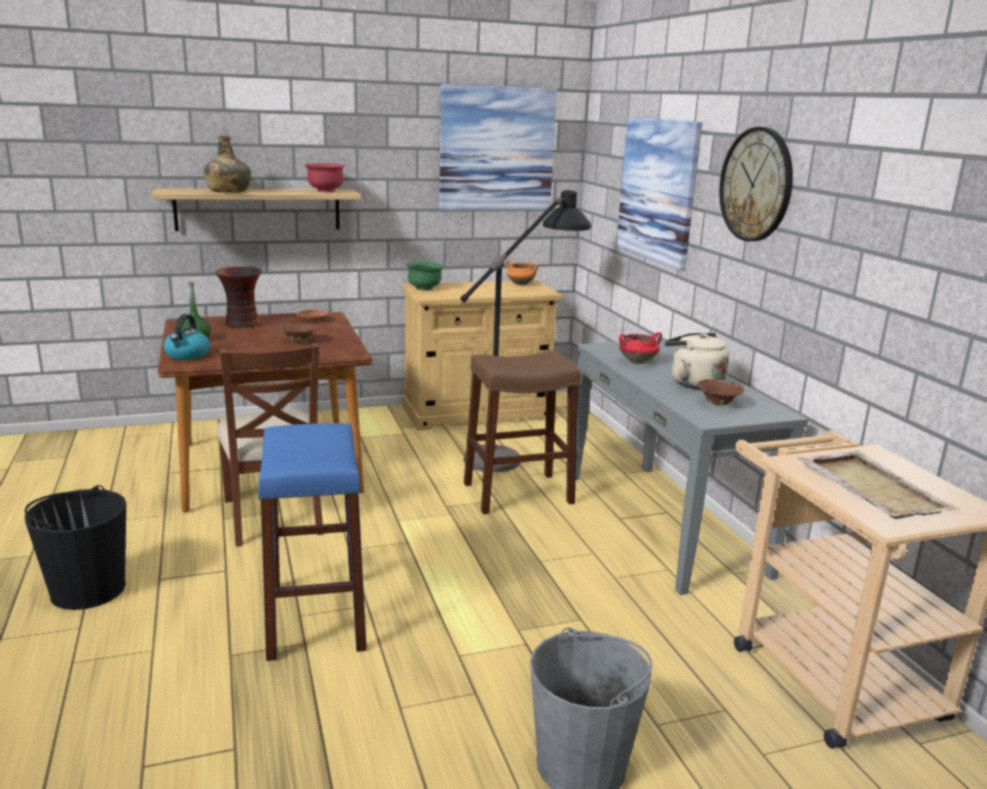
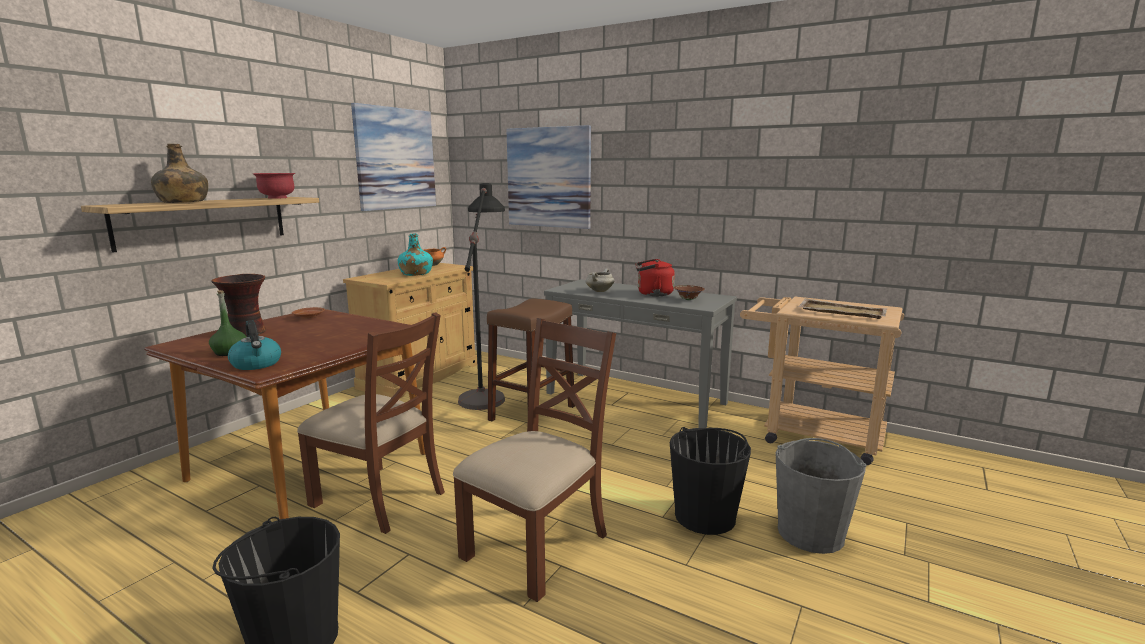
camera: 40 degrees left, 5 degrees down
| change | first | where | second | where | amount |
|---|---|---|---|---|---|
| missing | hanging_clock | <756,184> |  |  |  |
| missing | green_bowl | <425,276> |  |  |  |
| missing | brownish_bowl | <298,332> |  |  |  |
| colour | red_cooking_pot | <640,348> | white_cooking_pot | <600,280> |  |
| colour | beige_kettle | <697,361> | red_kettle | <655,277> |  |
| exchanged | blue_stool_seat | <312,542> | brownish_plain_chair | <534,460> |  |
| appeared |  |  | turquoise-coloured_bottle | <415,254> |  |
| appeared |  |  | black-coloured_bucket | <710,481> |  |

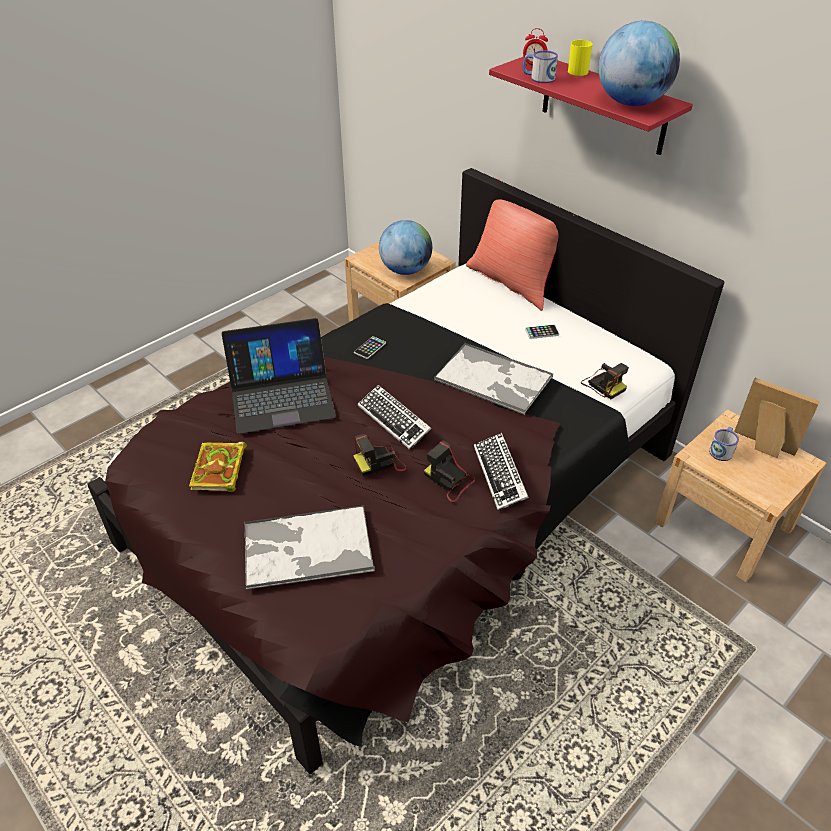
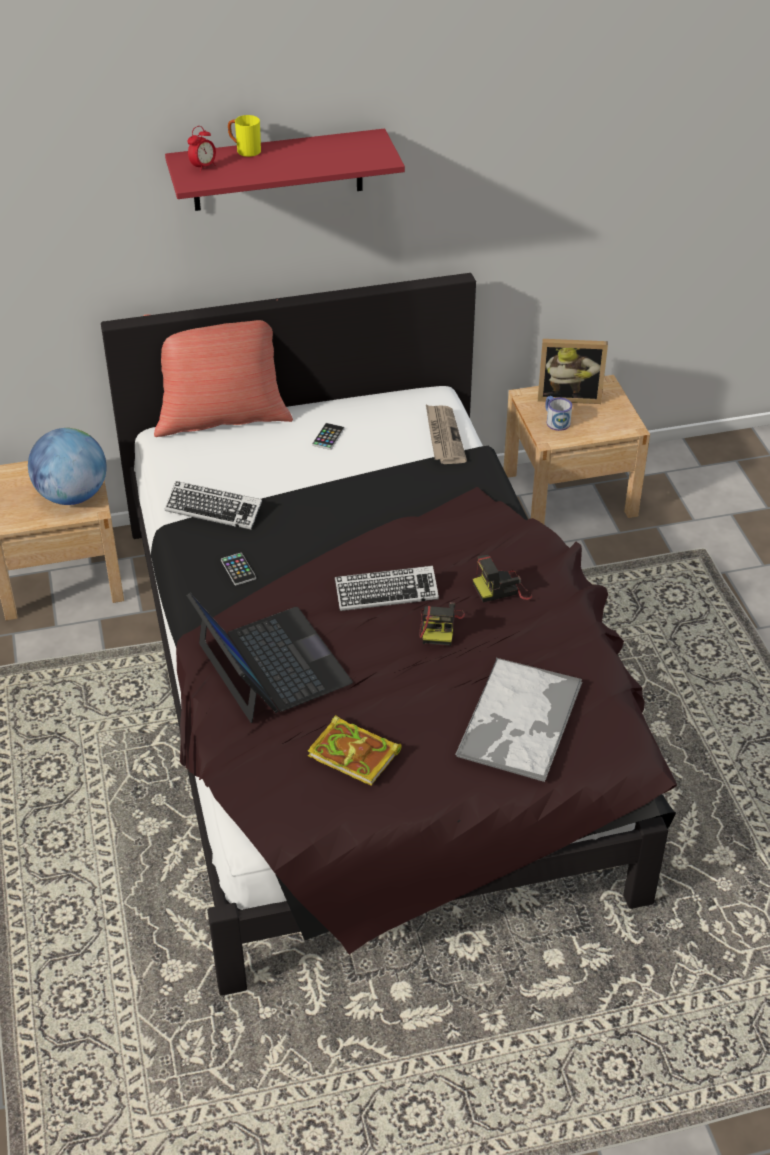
camera: 60 degrees left, 0 degrees up
| change | first | where | second | where | amount |
|---|---|---|---|---|---|
| missing | desk_globe | <639,63> |  |  |  |
| missing | mug | <540,66> |  |  |  |
| spun | notebook_computer | <279,376> |  | <269,658> | 45 degrees counterclockwise |
| missing | carrying_tray | <493,378> |  |  |  |
| exchanged | photo_camera | <605,381> | daily_paper | <446,434> |  |
| spun | picture_frame | <777,418> |  | <573,371> | 150 degrees counterclockwise |
| relocated | keyboard | <501,472> |  | <213,505> |  |

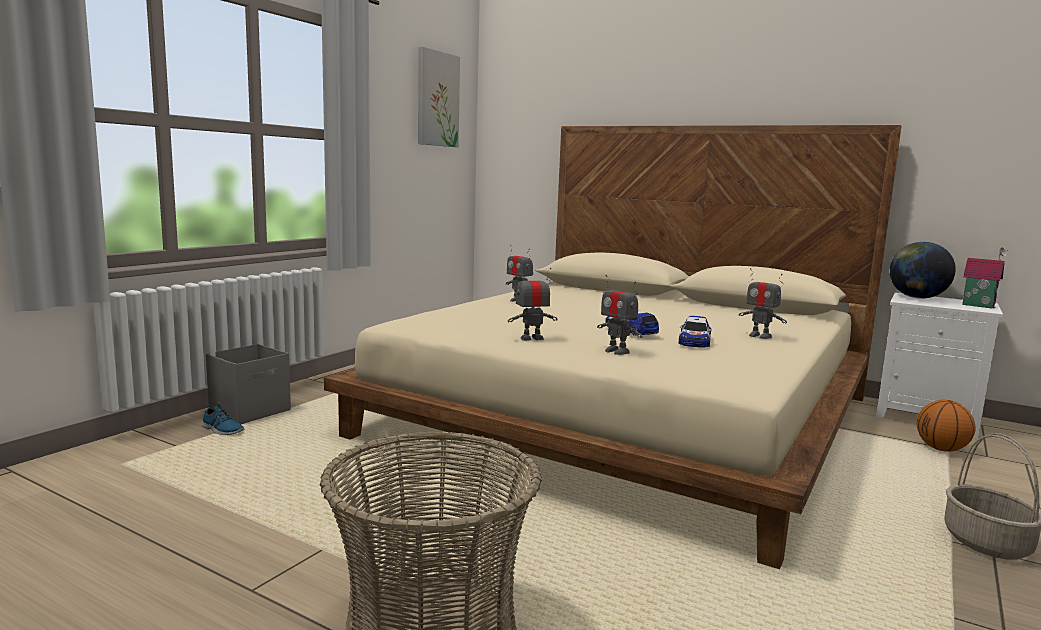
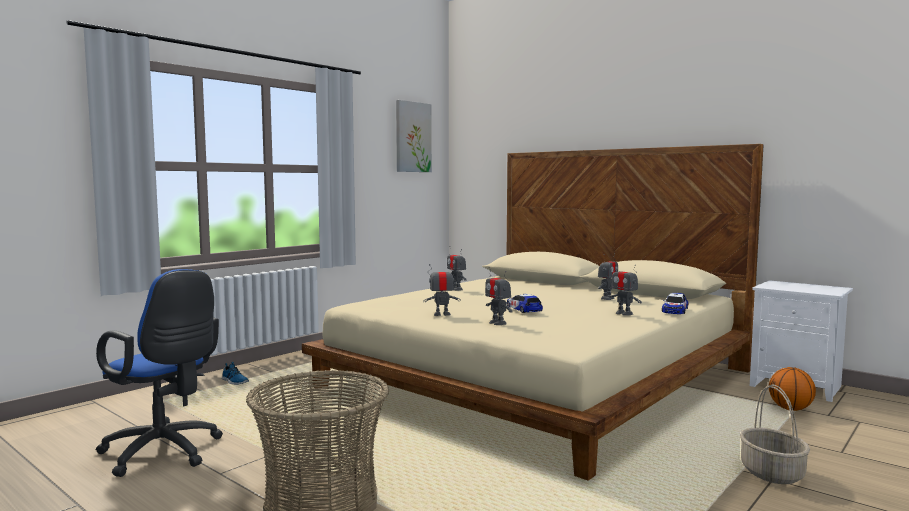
camera: 10 degrees right, 5 degrees down
| change | first | where | second | where | amount |
|---|---|---|---|---|---|
| missing | desk_globe | <923,270> |  |  |  |
| missing | miniature_house | <985,278> |  |  |  |
| relocated | model_car | <695,332> |  | <675,303> |  |
| missing | greyish_storage_box | <248,384> |  |  |  |
| appeared |  |  | toy_robot | <608,276> |  |
| appeared |  |  | blue_computer_chair | <159,373> |  |

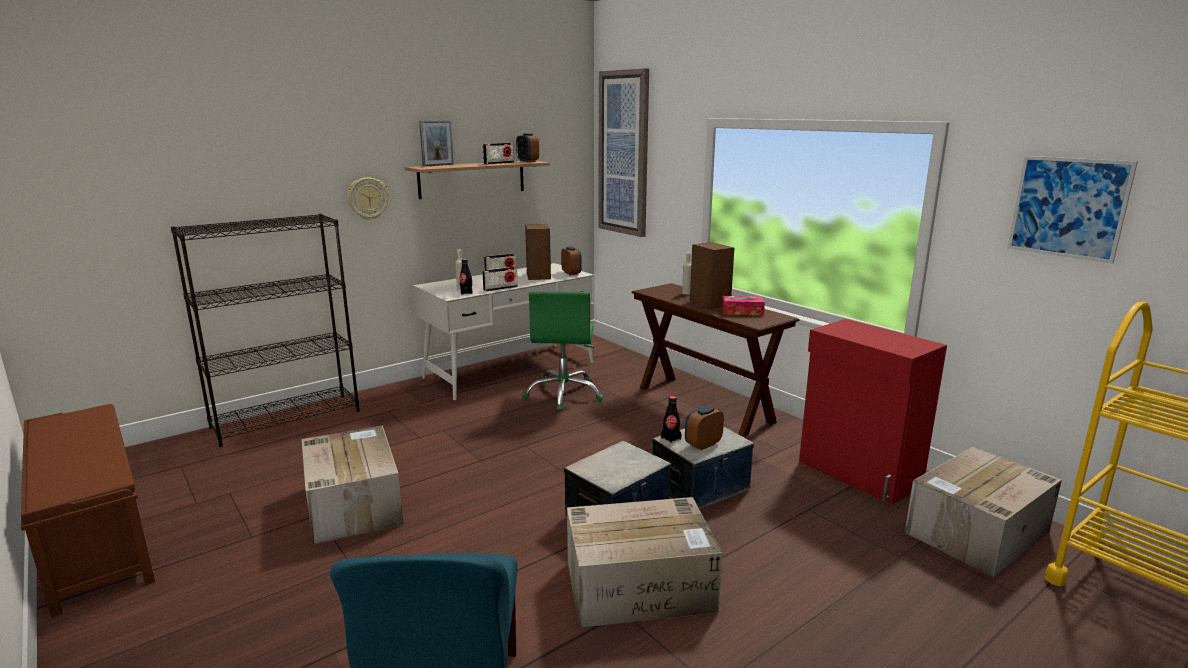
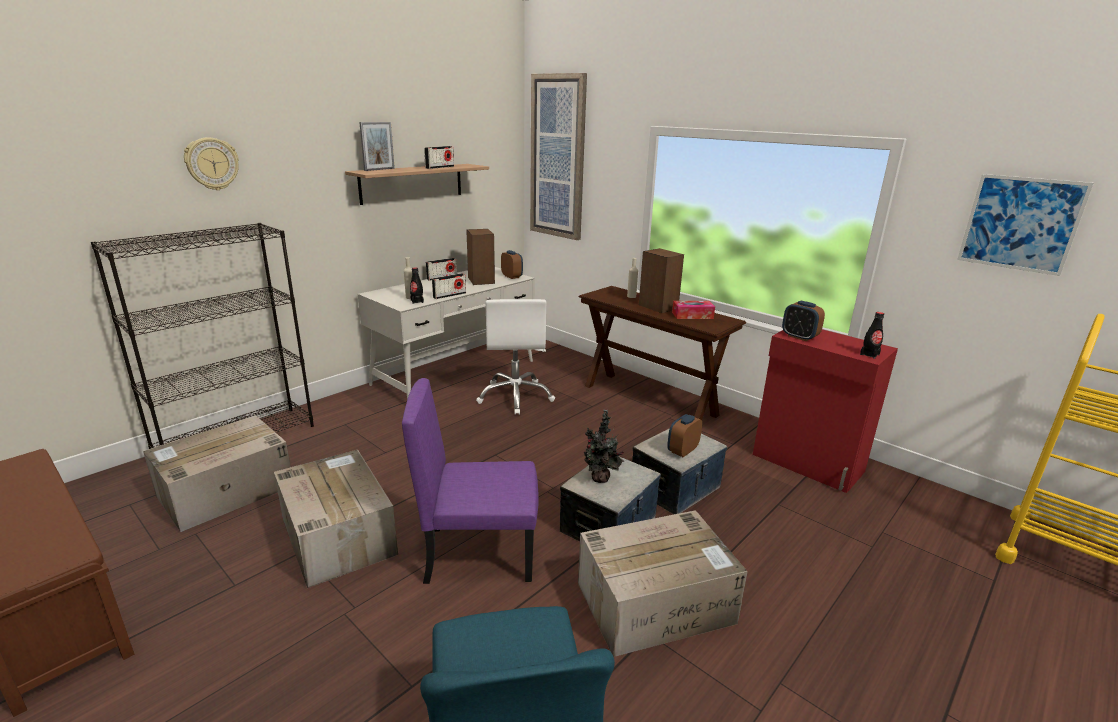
camera: 10 degrees left, 5 degrees up
| change | first | where | second | where | amount |
|---|---|---|---|---|---|
| relocated | bedside_clock | <527,147> |  | <803,321> |  |
| relocated | hanging_clock | <368,198> |  | <211,163> |  |
| colour | green_computer_chair | <562,351> | white_computer_chair | <515,357> |  |
| relocated | black-coloured_bottle | <671,419> |  | <872,335> |  |
| relocated | packing_box | <983,512> |  | <217,473> |  |
| appeared |  |  | purple_plain_chair | <470,481> |  |
| appeared |  |  | potted_plant | <604,446> |  |

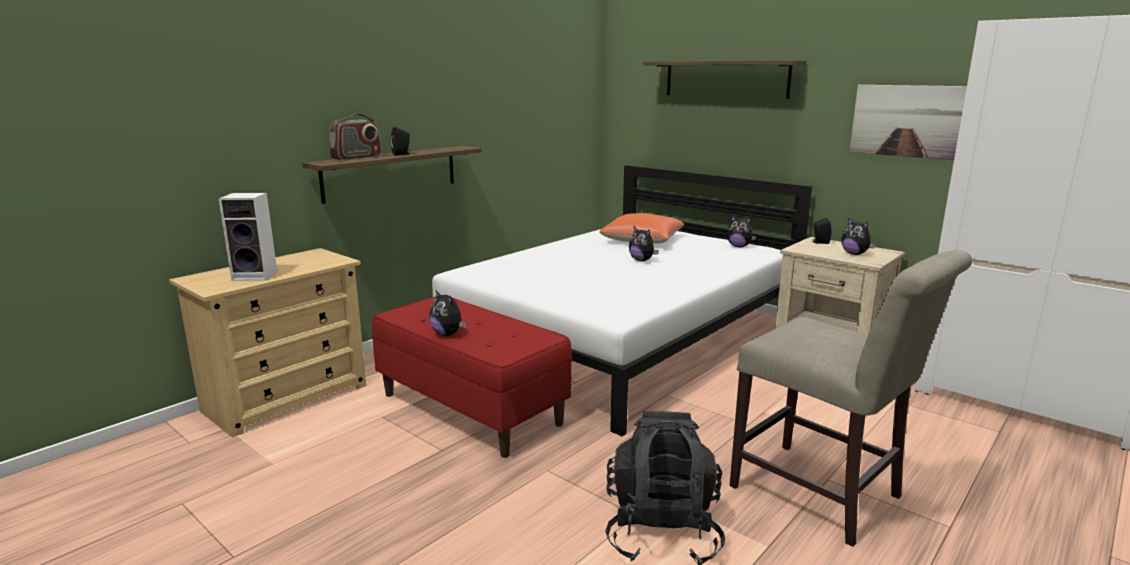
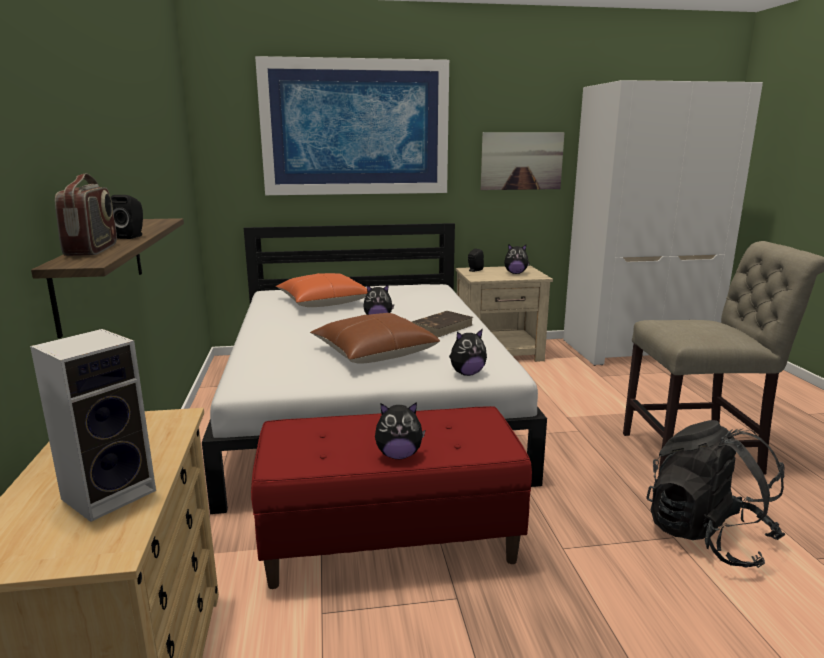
camera: 50 degrees left, 0 degrees up
| change | first | where | second | where | amount |
|---|---|---|---|---|---|
| exchanged | shelf | <725,79> | wall_picture | <352,125> |  |
| relocated | plush_toy | <741,231> |  | <468,352> |  |
| appeared |  |  | brownish_book | <442,324> |  |
| appeared |  |  | brownish_cushion | <375,338> |  |

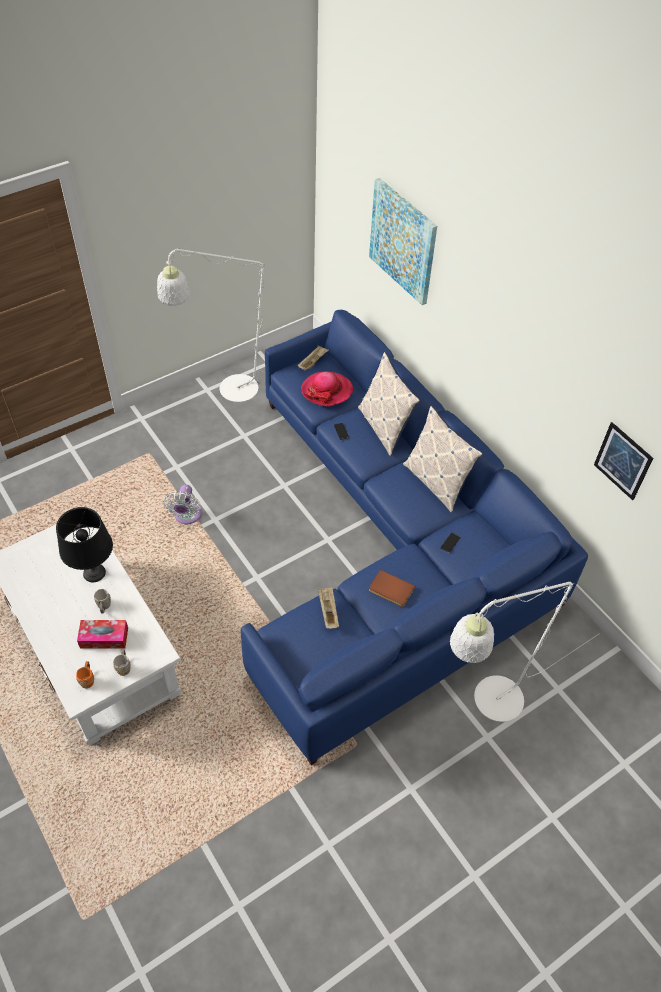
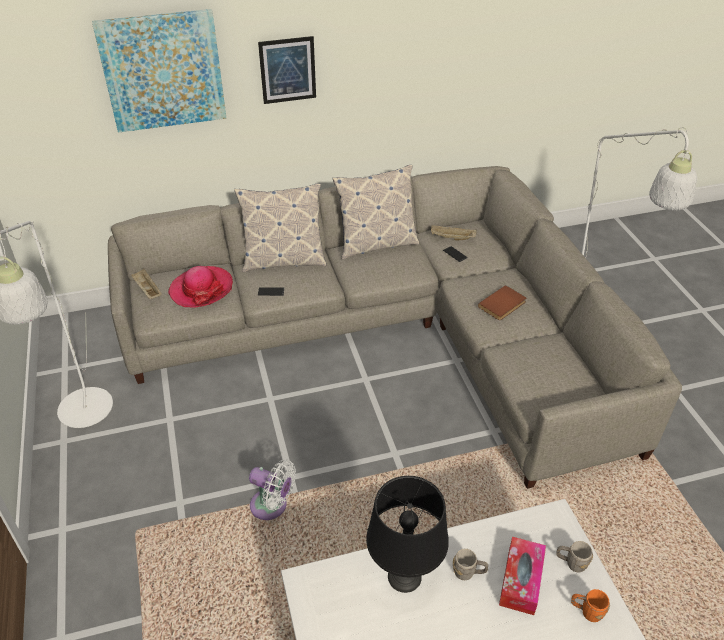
camera: 70 degrees left, 10 degrees down
| change | first | where | second | where | amount |
|---|---|---|---|---|---|
| colour | blue_sofa | <414,537> | greyish_sofa | <395,327> |  |
| relocated | wall_picture | <623,461> |  | <287,70> |  |
| relocated | beige_carrying_tray | <328,607> |  | <454,232> |  |

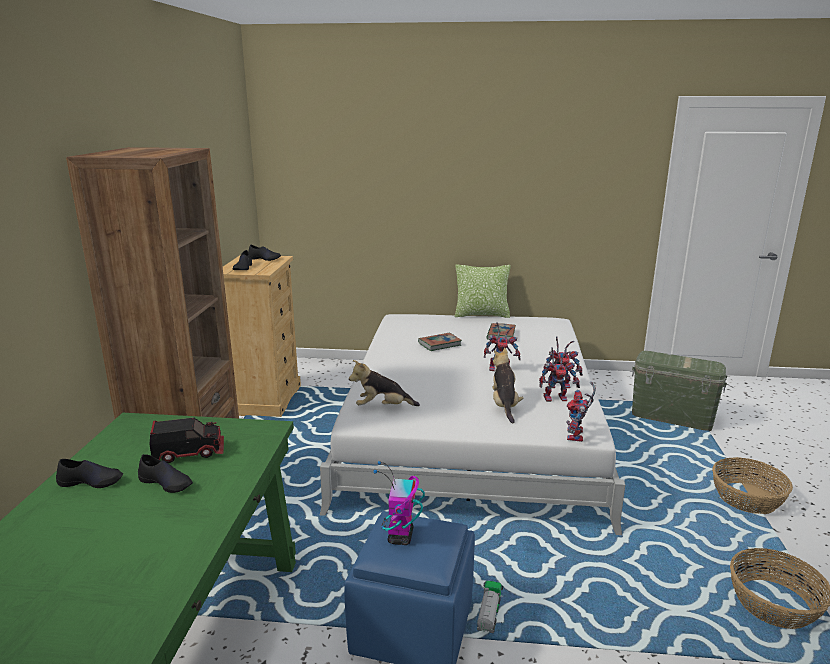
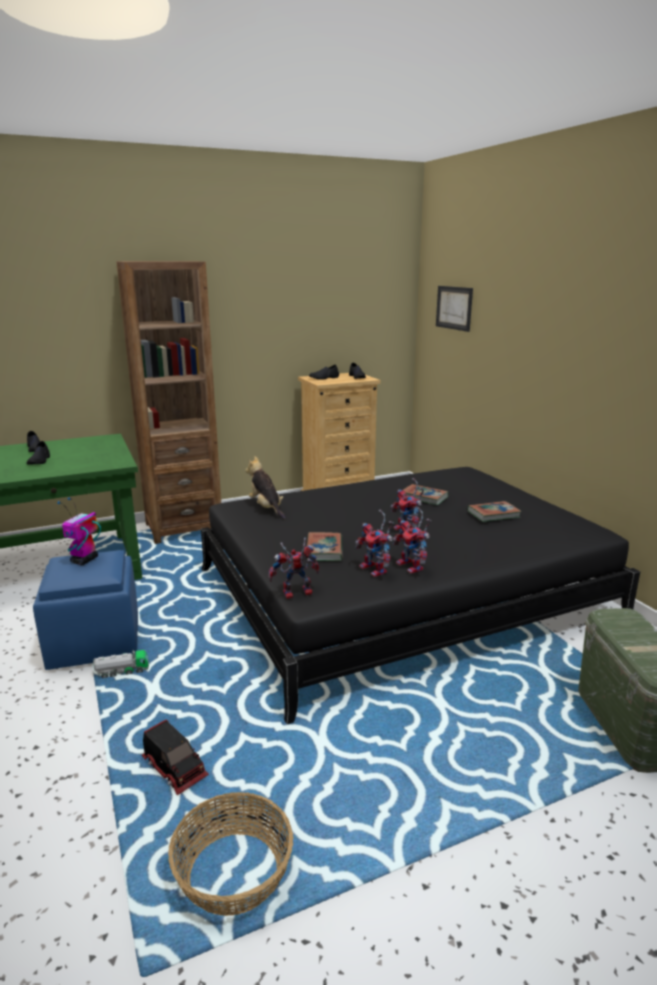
camera: 60 degrees right, 0 degrees up
| change | first | where | second | where | amount |
|---|---|---|---|---|---|
| missing | cushion | <482,291> |  |  |  |
| colour | white_sleeping_bed | <472,424> | black-coloured_sleeping_bed | <420,595> |  |
| exchanged | plush_toy | <507,386> | book | <325,546> |  |
| relocated | toy_truck | <186,440> |  | <175,757> |  |
| missing | basket | <752,485> |  |  |  |
| spun | toy_robot | <399,503> |  | <79,531> | 45 degrees counterclockwise |
| appeared |  |  | wall_picture | <454,309> |  |

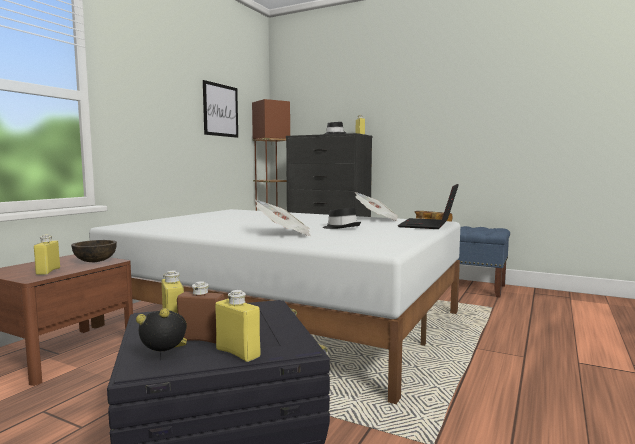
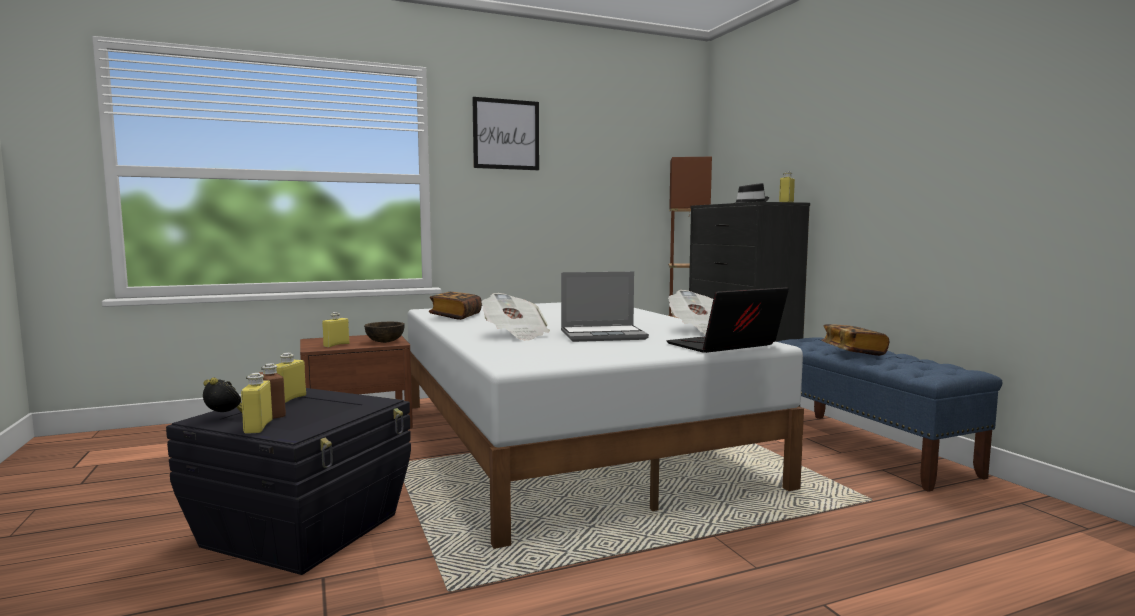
camera: 40 degrees right, 0 degrees up
| change | first | where | second | where | amount |
|---|---|---|---|---|---|
| relocated | wall_picture | <220,109> |  | <505,133> |  |
| exchanged | black-coloured_clothing_hat | <342,218> | notebook_computer | <605,307> |  |
| appeared |  |  | book | <455,306> |  |

